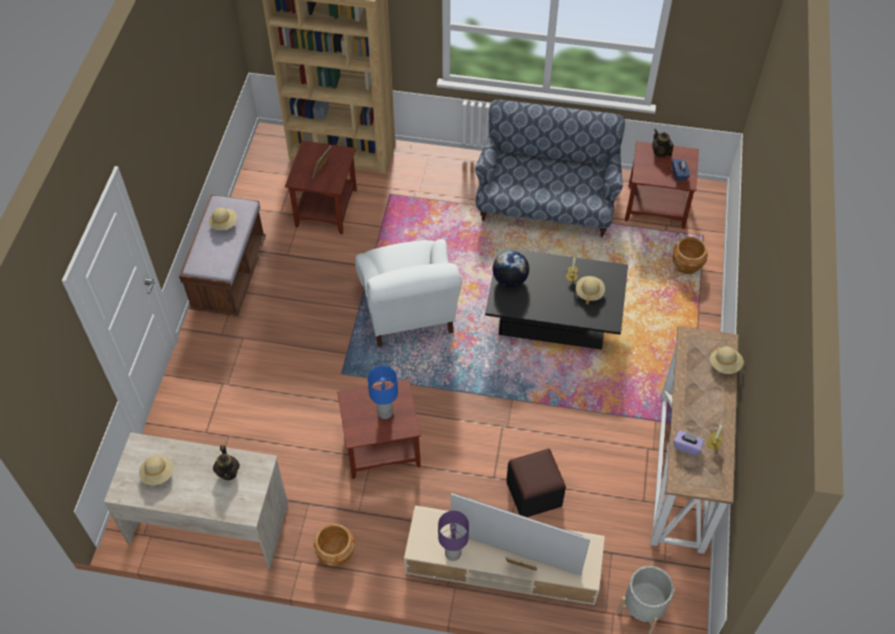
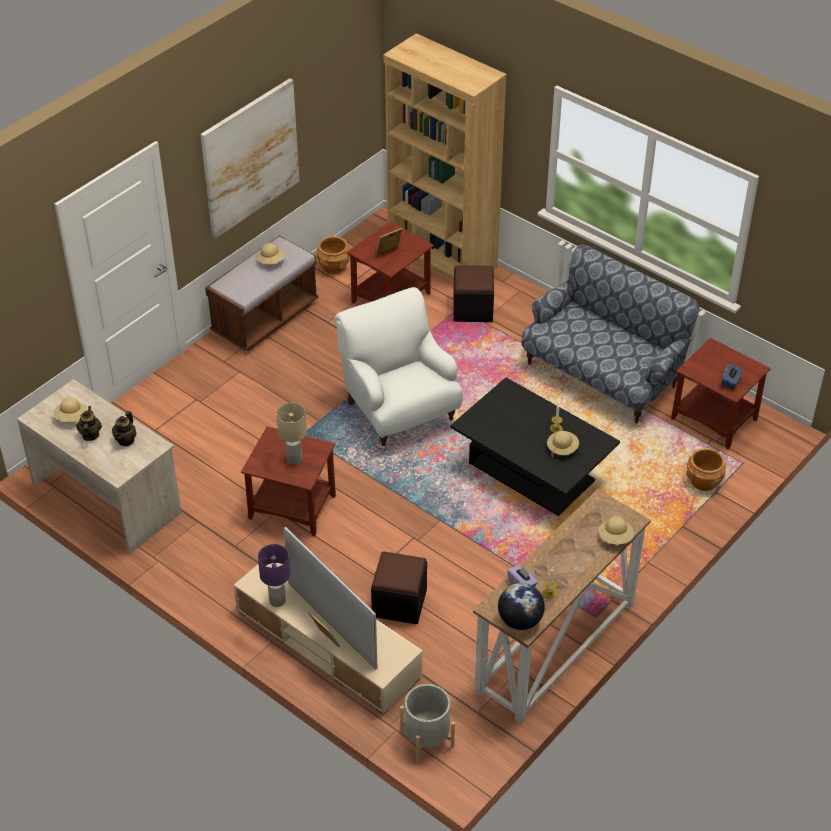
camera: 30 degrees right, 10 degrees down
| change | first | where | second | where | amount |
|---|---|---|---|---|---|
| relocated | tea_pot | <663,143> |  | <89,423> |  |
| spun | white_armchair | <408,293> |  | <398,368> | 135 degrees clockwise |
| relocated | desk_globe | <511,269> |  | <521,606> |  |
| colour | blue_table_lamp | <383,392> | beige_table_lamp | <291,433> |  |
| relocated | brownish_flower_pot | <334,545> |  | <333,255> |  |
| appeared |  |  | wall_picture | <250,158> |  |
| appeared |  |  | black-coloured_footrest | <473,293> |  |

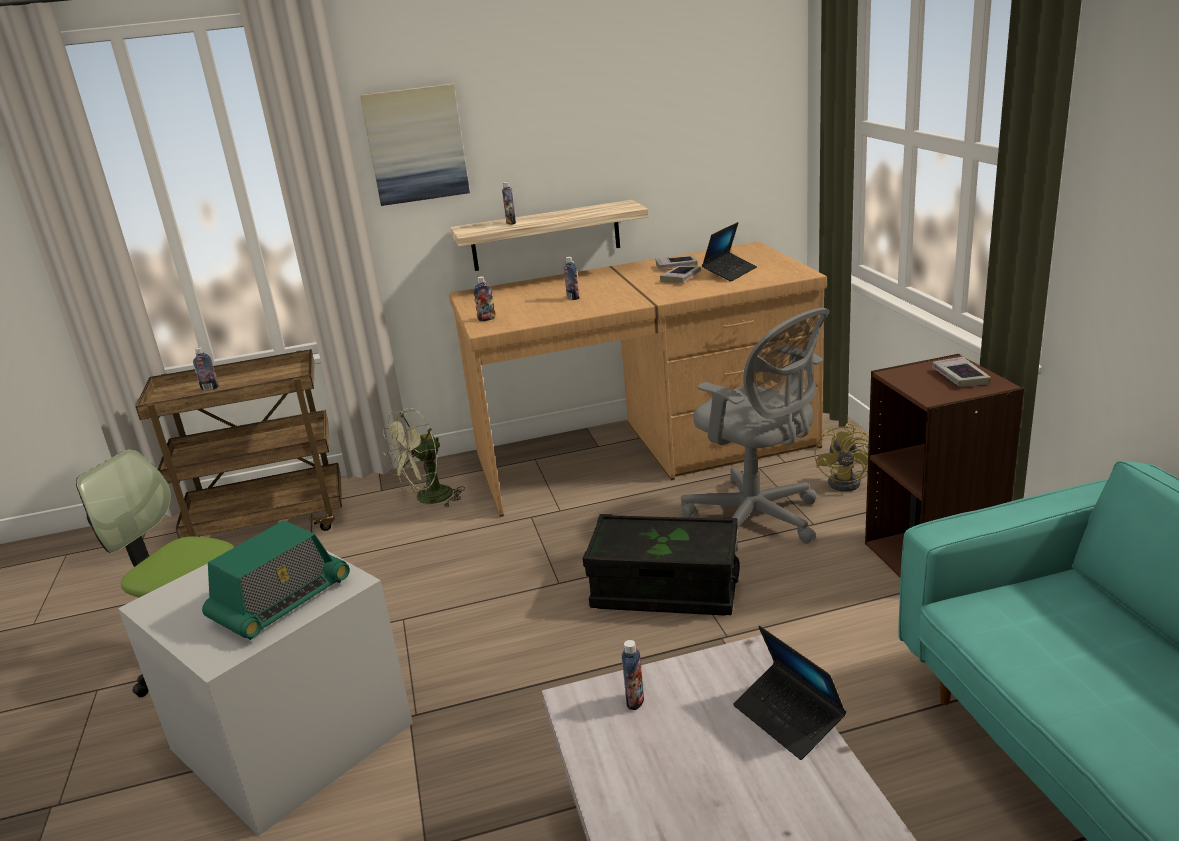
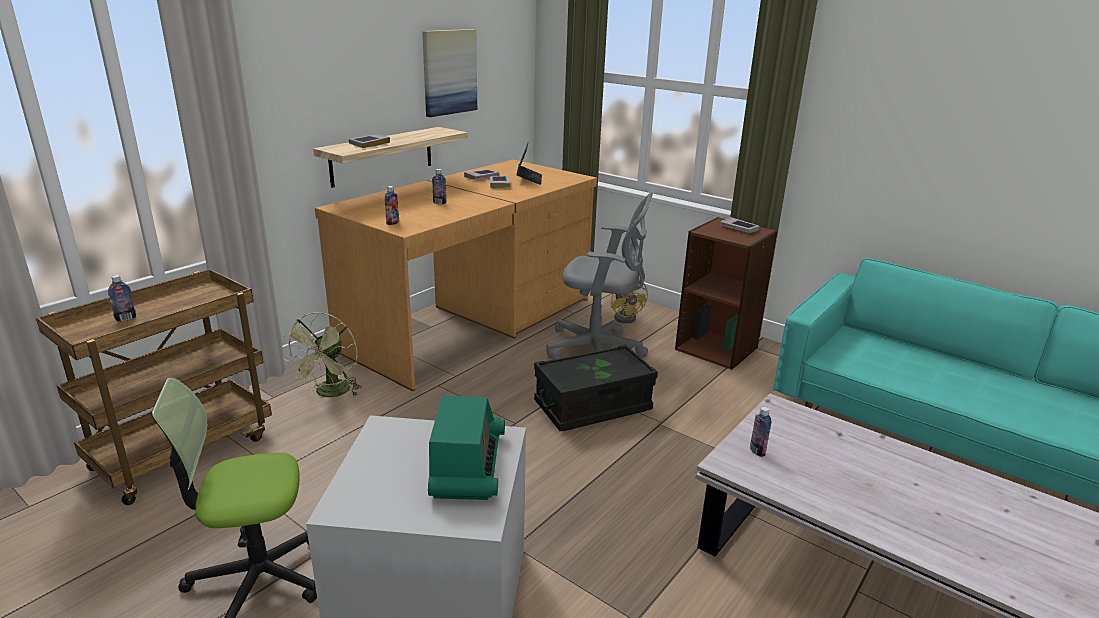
camera: 40 degrees left, 0 degrees up
| change | first | where | second | where | amount |
|---|---|---|---|---|---|
| relocated | wall_picture | <415,144> |  | <449,73> |  |
| exchanged | bottle | <509,203> | book | <369,141> |  |
| missing | notebook_computer | <789,693> |  |  |  |

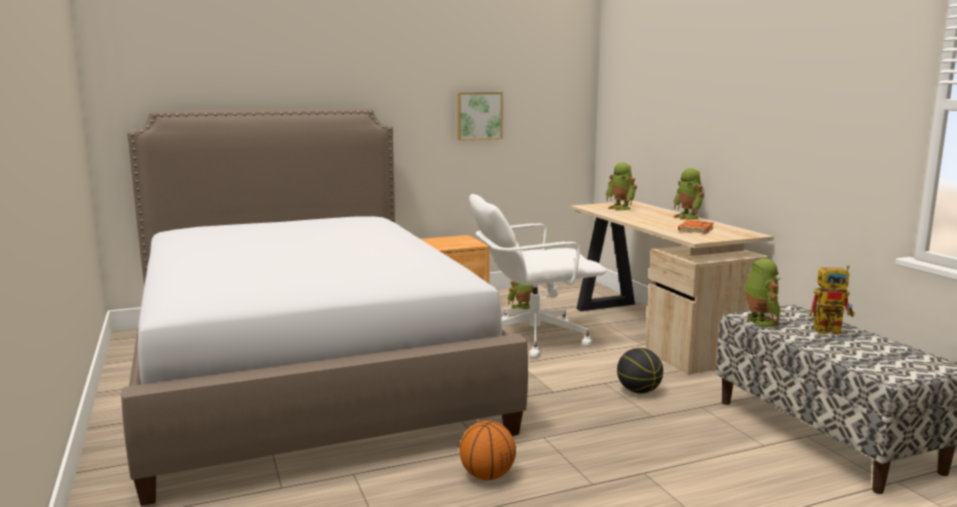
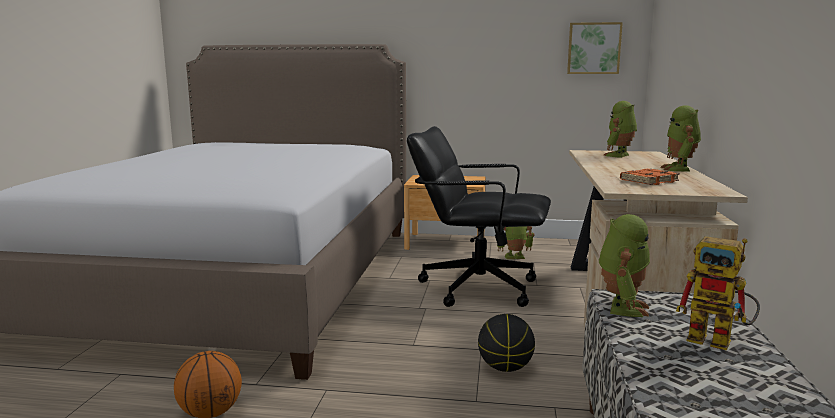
camera: 30 degrees right, 0 degrees up
| change | first | where | second | where | amount |
|---|---|---|---|---|---|
| relocated | wall_picture | <480,116> |  | <595,48> |  |
| spun | toy_robot | <621,186> |  | <620,129> | 45 degrees clockwise |
| colour | white_computer_chair | <537,276> | black-coloured_computer_chair | <479,216> |  |

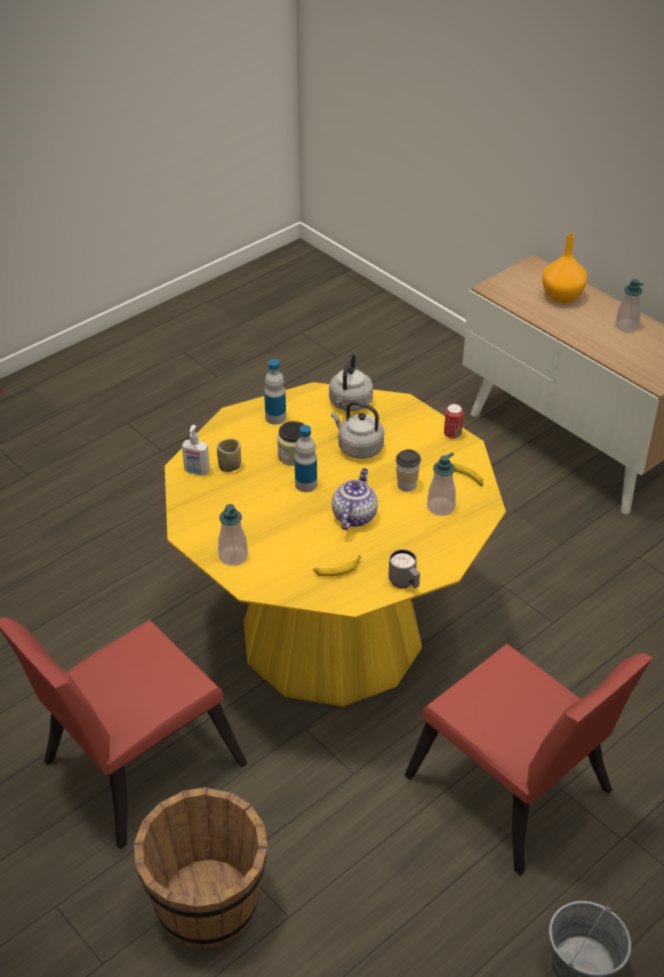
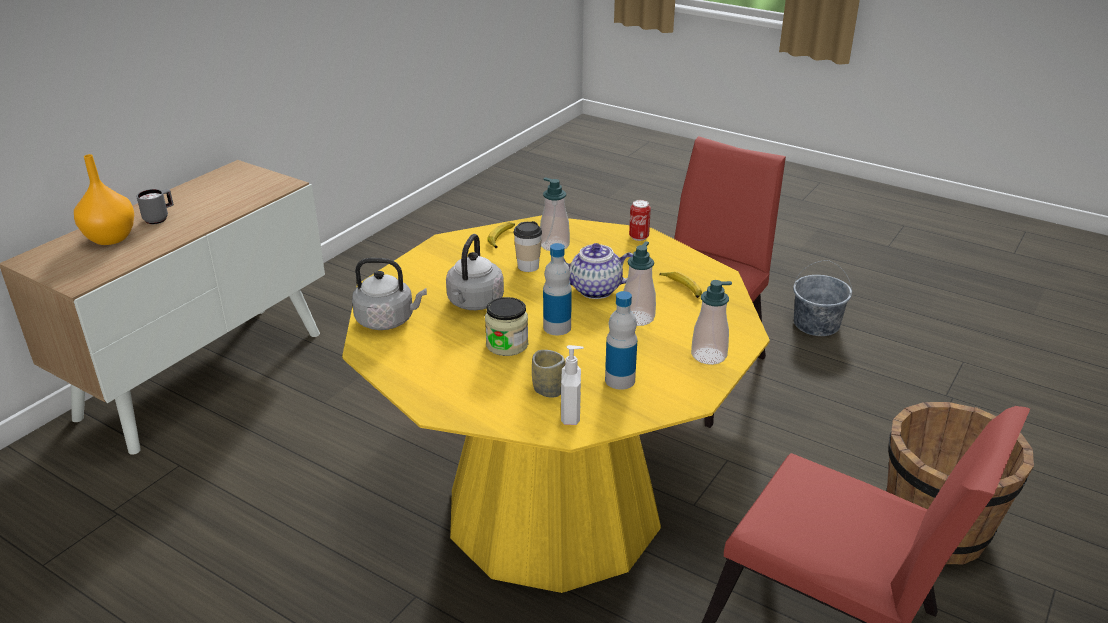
camera: 105 degrees left, 10 degrees down
| change | first | where | second | where | amount |
|---|---|---|---|---|---|
| relocated | soap_bottle | <629,306> |  | <639,283> |  |
| relocated | bottle | <275,392> |  | <621,340> |  |
| relocated | sealed_can | <453,421> |  | <640,220> |  |
| relocated | greyish_mug | <404,568> |  | <155,206> |  |

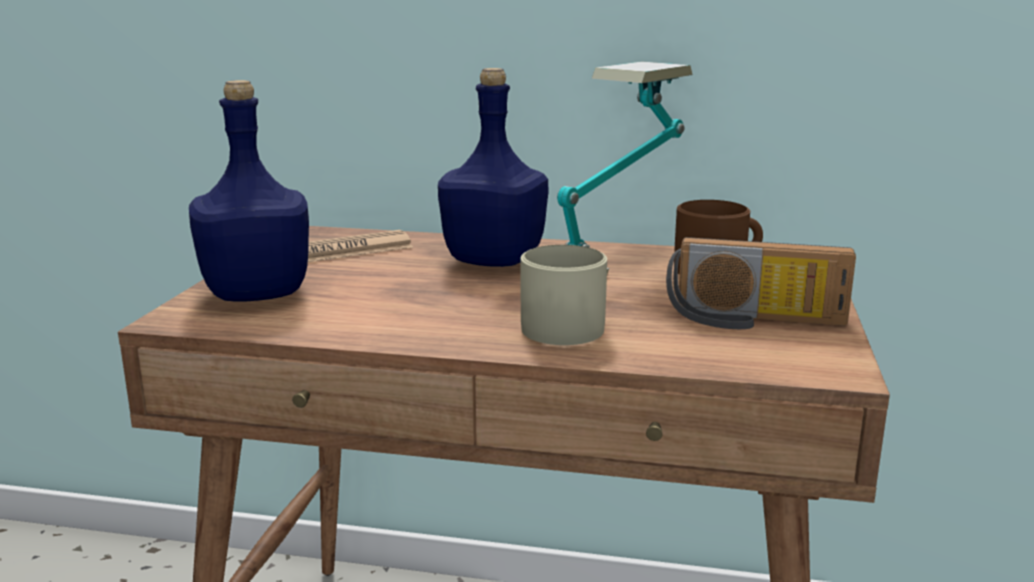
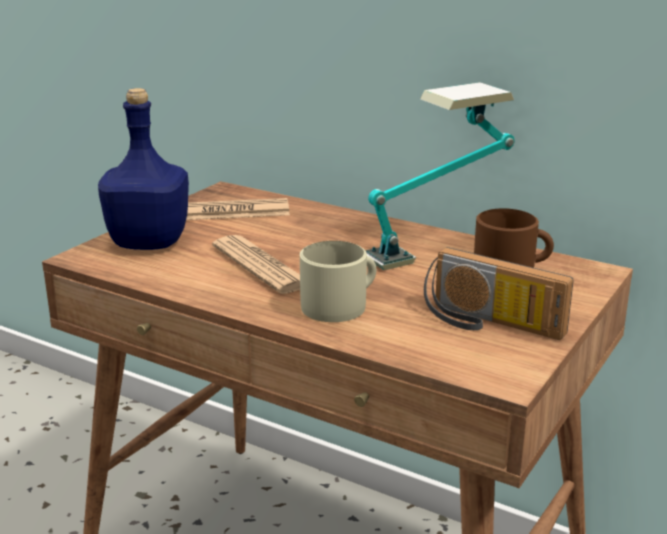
camera: 20 degrees right, 5 degrees up
| change | first | where | second | where | amount |
|---|---|---|---|---|---|
| missing | blue_bottle | <493,167> |  |  |  |
| appeared |  |  | daily_paper | <256,264> |  |

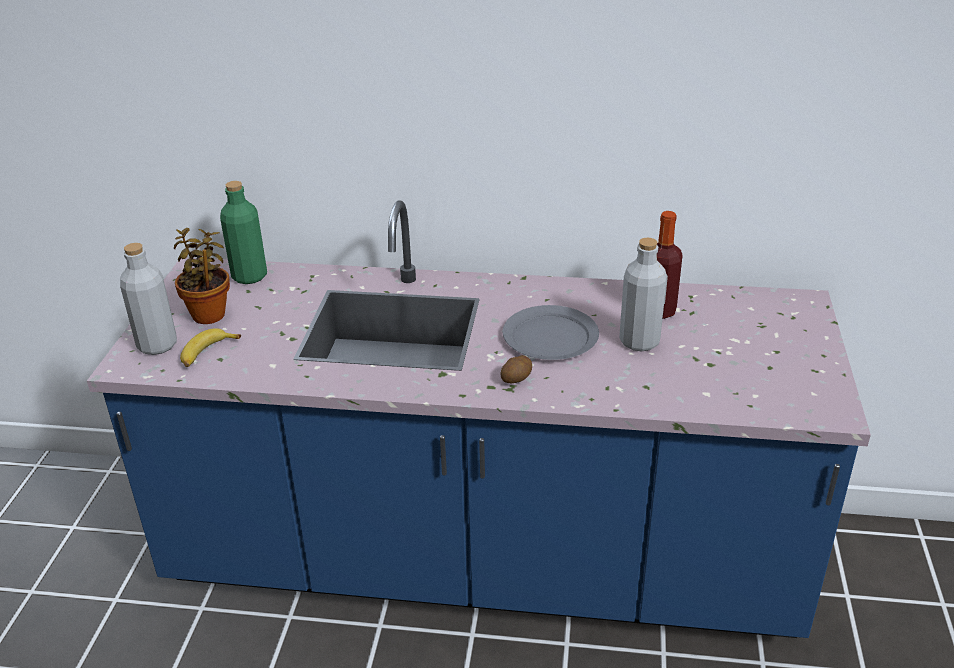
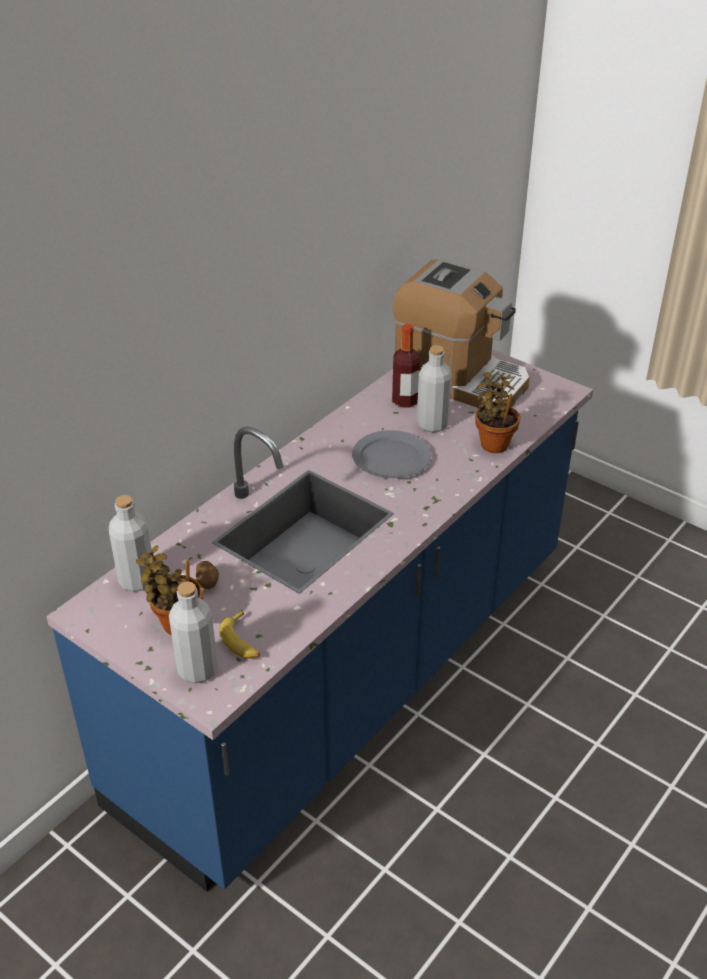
camera: 60 degrees left, 5 degrees up
| change | first | where | second | where | amount |
|---|---|---|---|---|---|
| colour | green_bottle | <243,232> | greyish_bottle | <132,543> |  |
| relocated | whole_potato | <516,369> |  | <207,575> |  |
| appeared |  |  | coffee_machine | <461,333> |  |
| appeared |  |  | potted_plant | <497,412> |  |

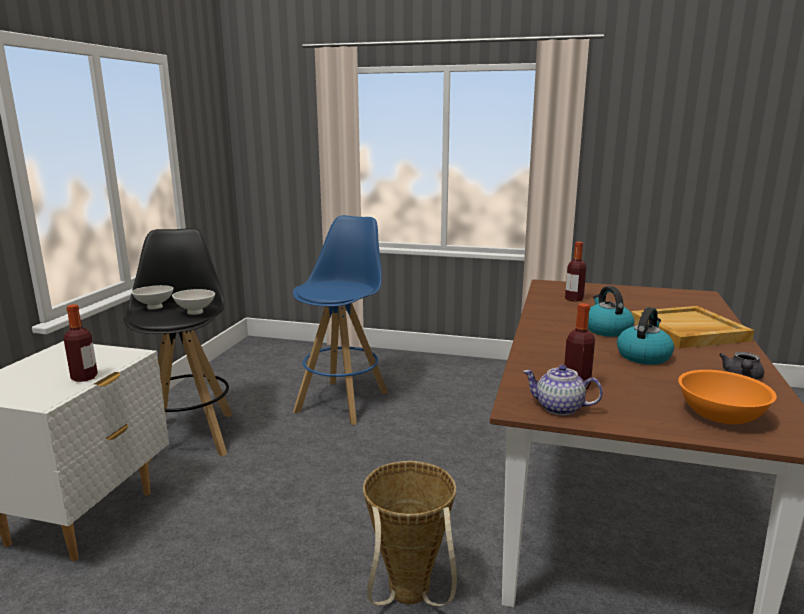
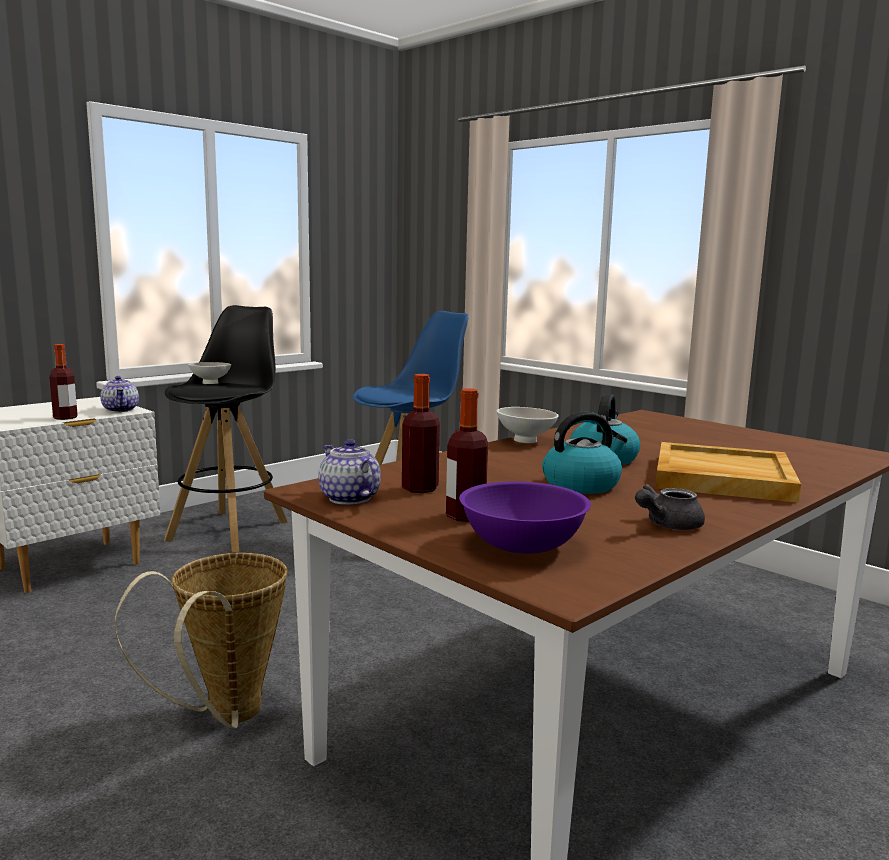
camera: 30 degrees right, 5 degrees down
| change | first | where | second | where | amount |
|---|---|---|---|---|---|
| relocated | bottle | <576,272> |  | <467,455> |  |
| relocated | white_bowl | <193,302> |  | <528,425> |  |
| colour | orangey_bowl | <727,397> | purple_bowl | <525,517> |  |
| appeared |  |  | tea_pot | <119,394> |  |

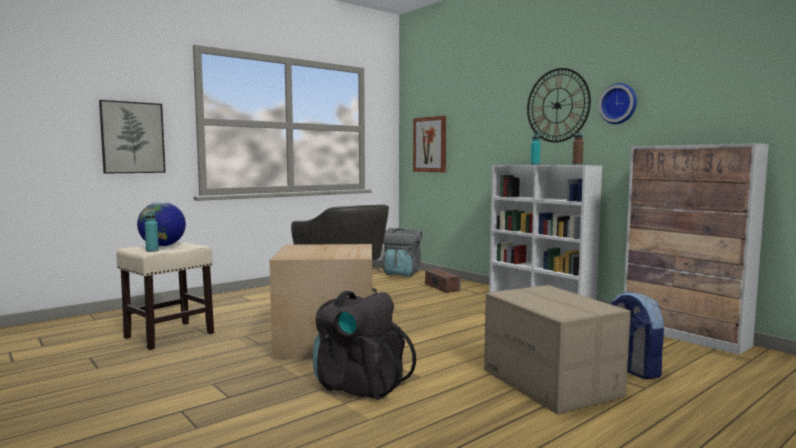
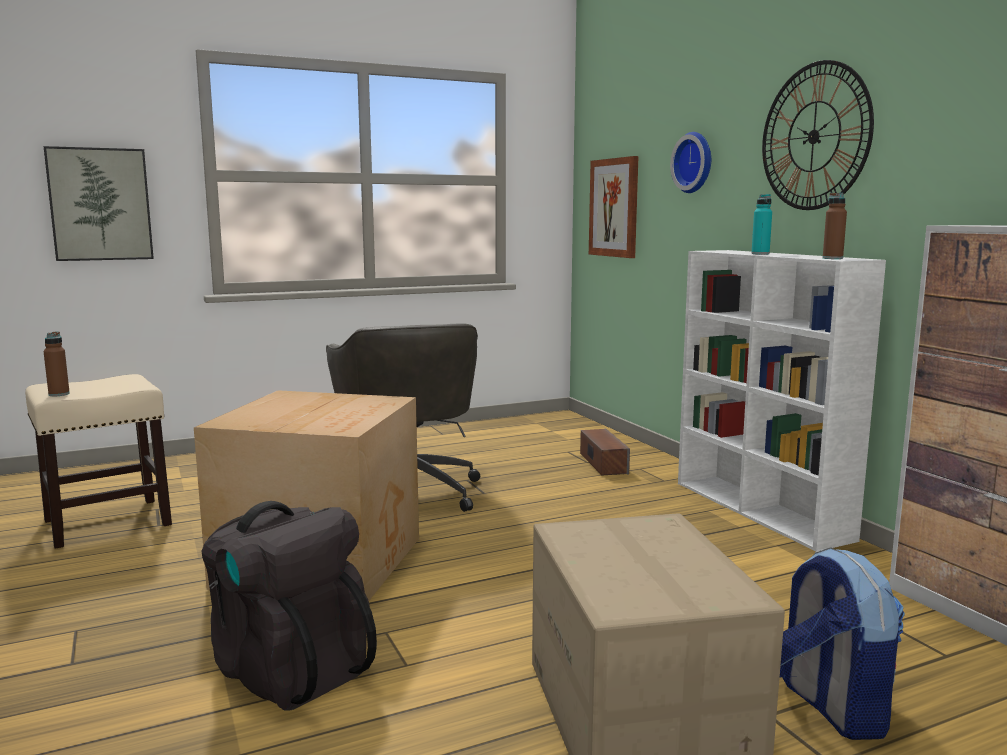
camera: 15 degrees right, 5 degrees up
| change | first | where | second | where | amount |
|---|---|---|---|---|---|
| relocated | hanging_clock | <617,103> |  | <690,162> |  |
| missing | desk_globe | <161,224> |  |  |  |
| colour | turquoise-coloured_bottle | <152,231> | brownish_bottle | <56,363> |  |
| missing | greyish_rucksack | <401,252> |  |  |  |

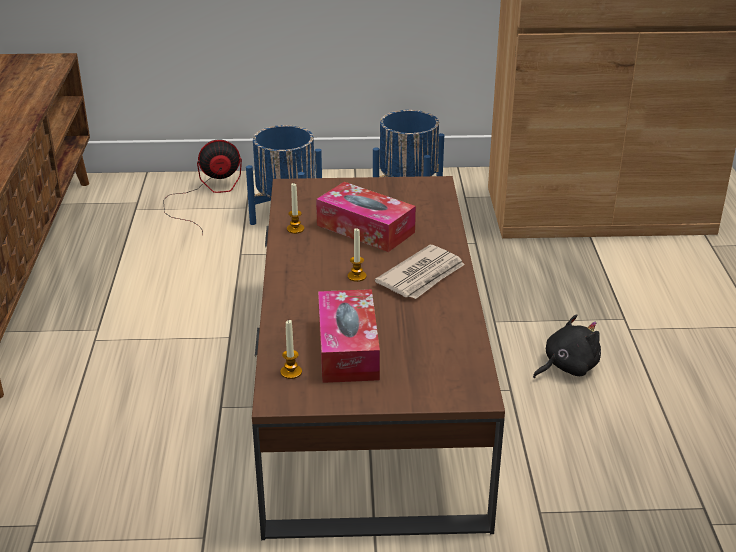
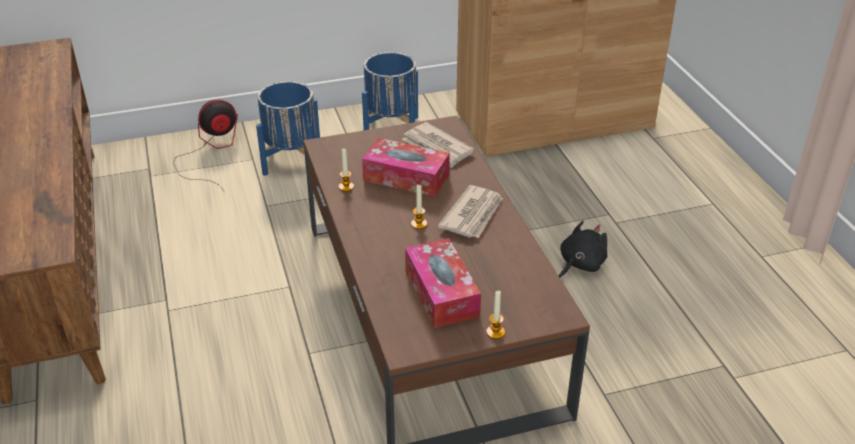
camera: 15 degrees left, 5 degrees up
| change | first | where | second | where | amount |
|---|---|---|---|---|---|
| relocated | wax_light | <291,349> |  | <495,314> |  |
| appeared |  |  | daily_paper | <438,145> |  |

